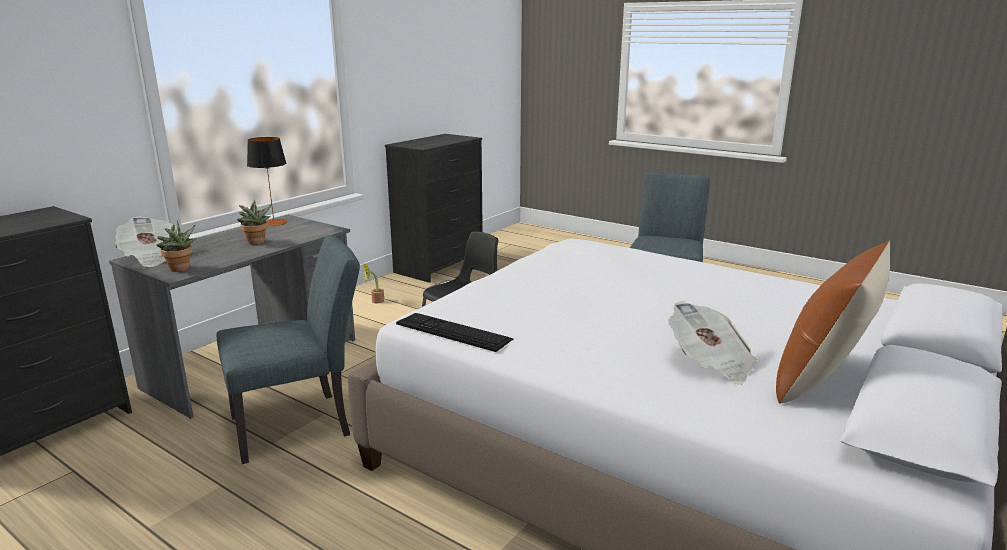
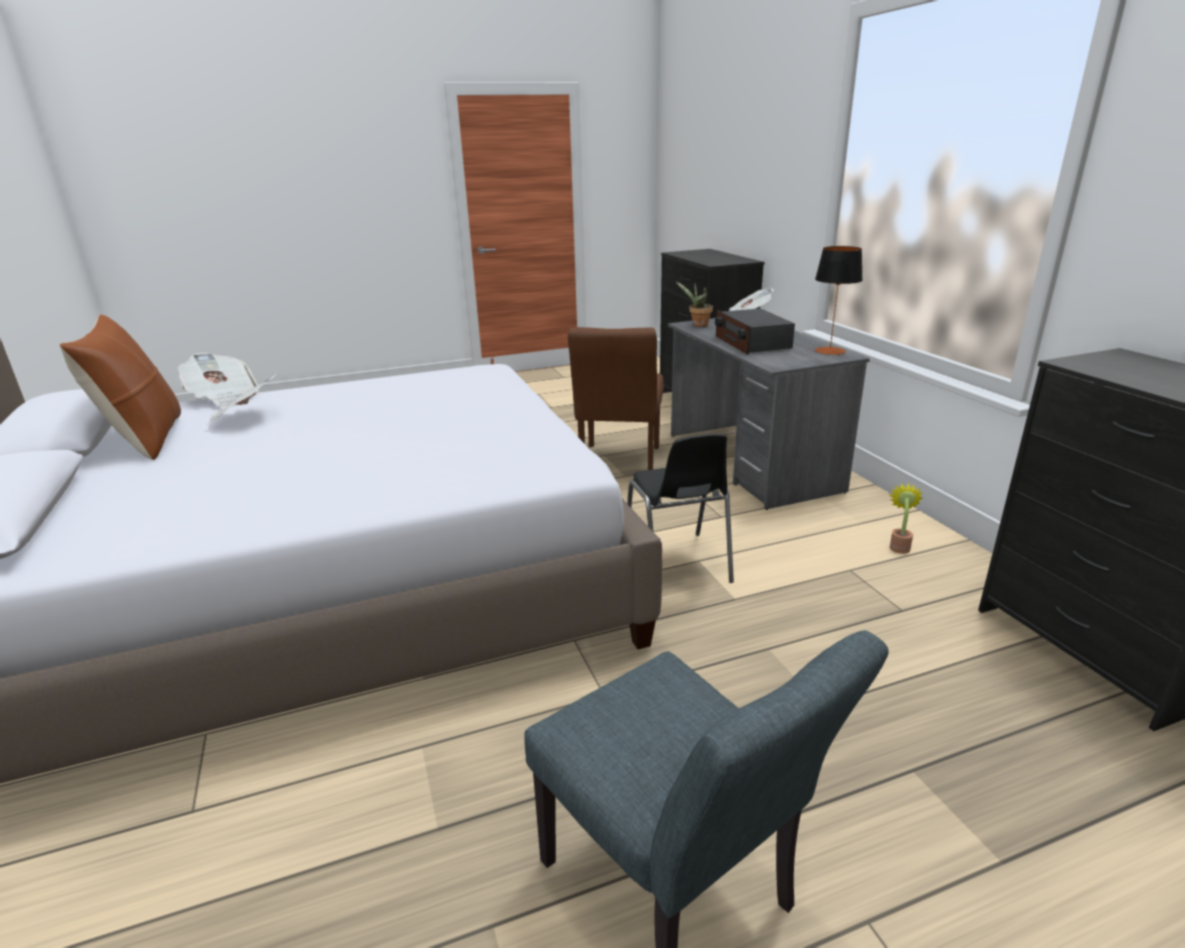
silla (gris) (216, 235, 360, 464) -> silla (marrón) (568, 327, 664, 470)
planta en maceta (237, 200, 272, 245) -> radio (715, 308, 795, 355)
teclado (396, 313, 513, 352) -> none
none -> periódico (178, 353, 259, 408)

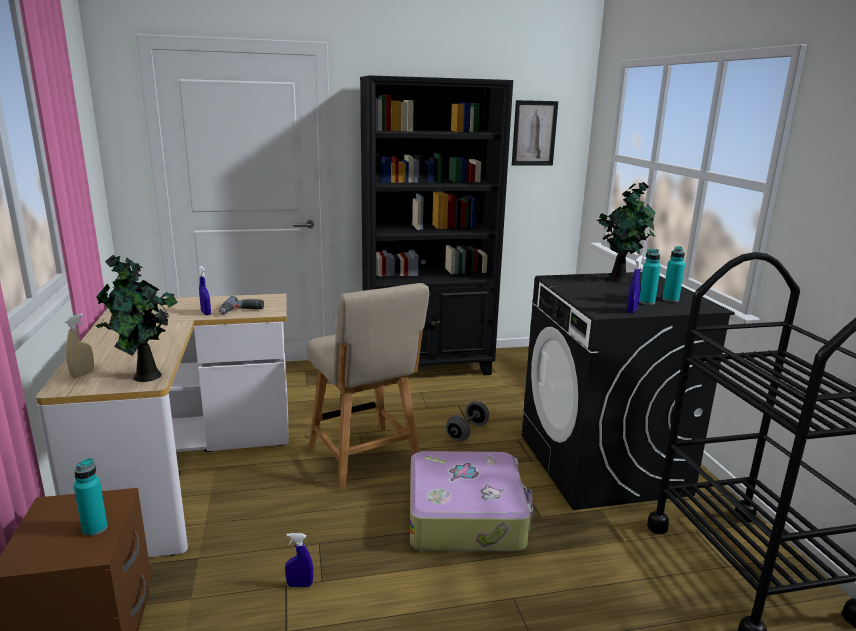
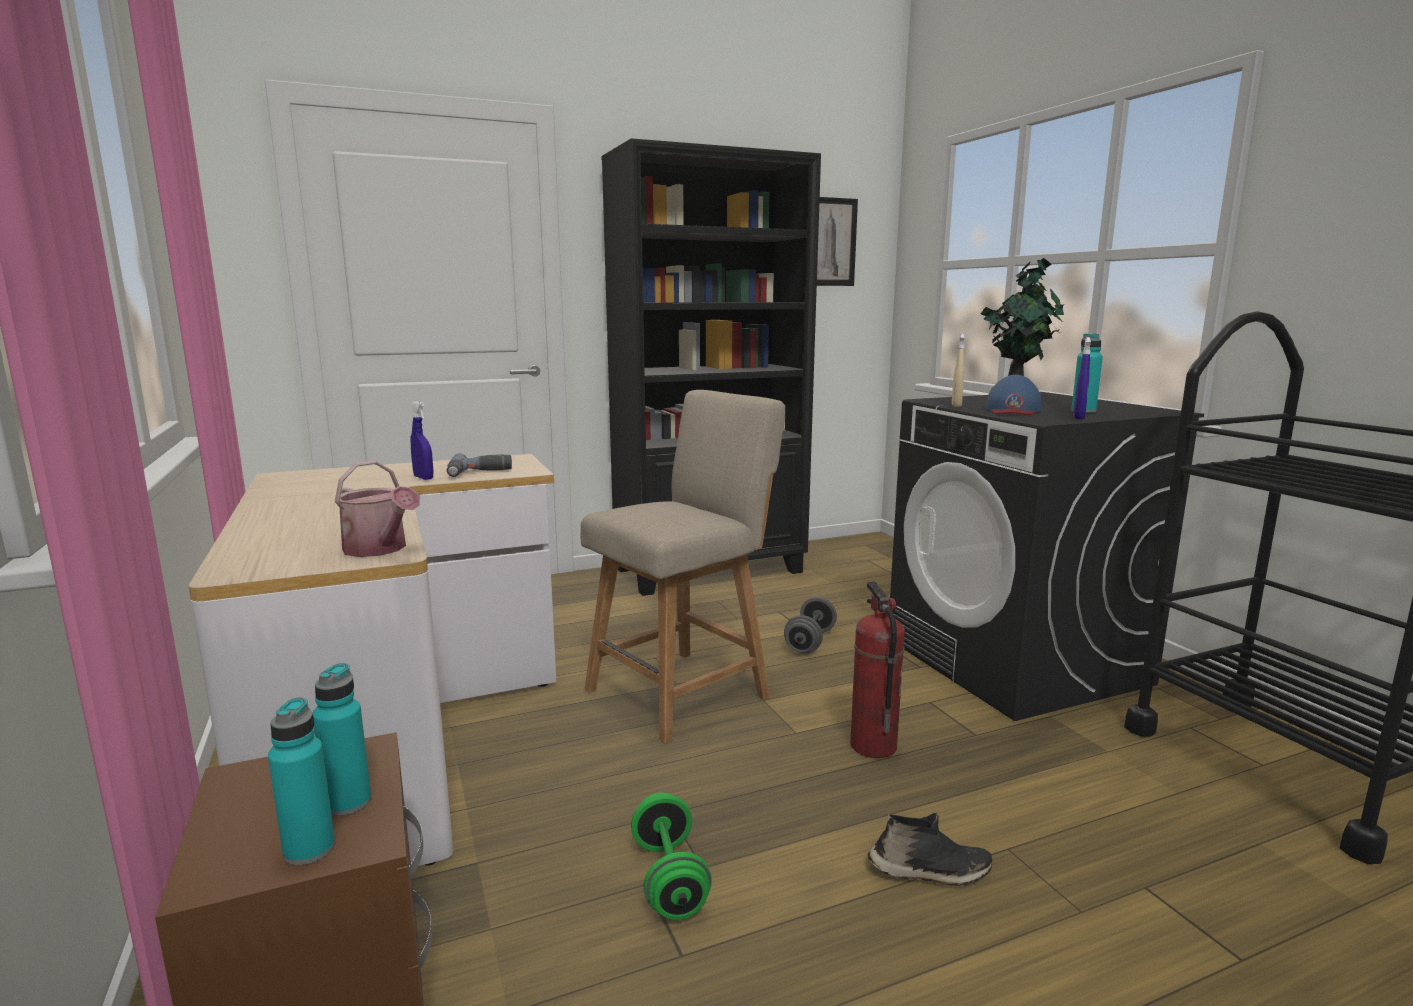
pulverizador (beis) (64, 313, 94, 379) -> pulverizador (beis) (952, 333, 965, 407), moved
planta en maceta (95, 255, 178, 382) -> regadera (335, 461, 420, 557)
pulverizador (azul) (285, 533, 313, 587) -> mancuerna (verde) (631, 793, 712, 920)
silla (beis) (307, 283, 429, 490) -> silla (beis) (581, 390, 786, 743), 90 degrees counterclockwise
maleta (410, 451, 533, 551) -> extintor (850, 581, 905, 758)
botella (turquesa) (662, 246, 685, 302) -> botella (turquesa) (268, 697, 335, 865), moved
none -> zapato (negro) (868, 812, 992, 886)
none -> gorra (azul) (985, 375, 1041, 415)

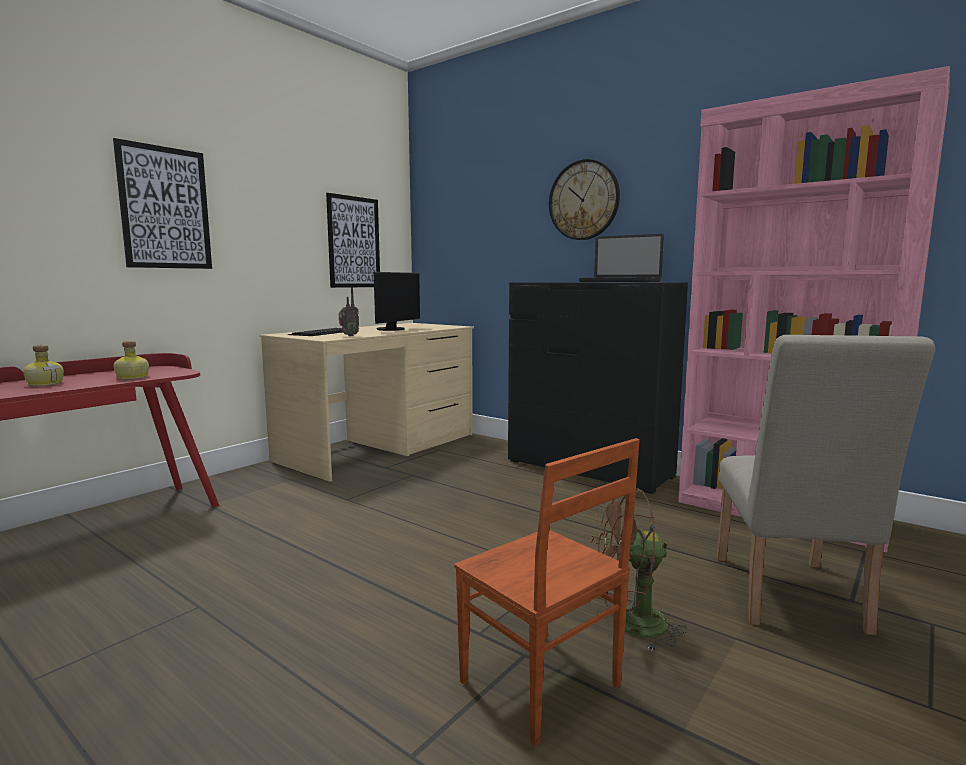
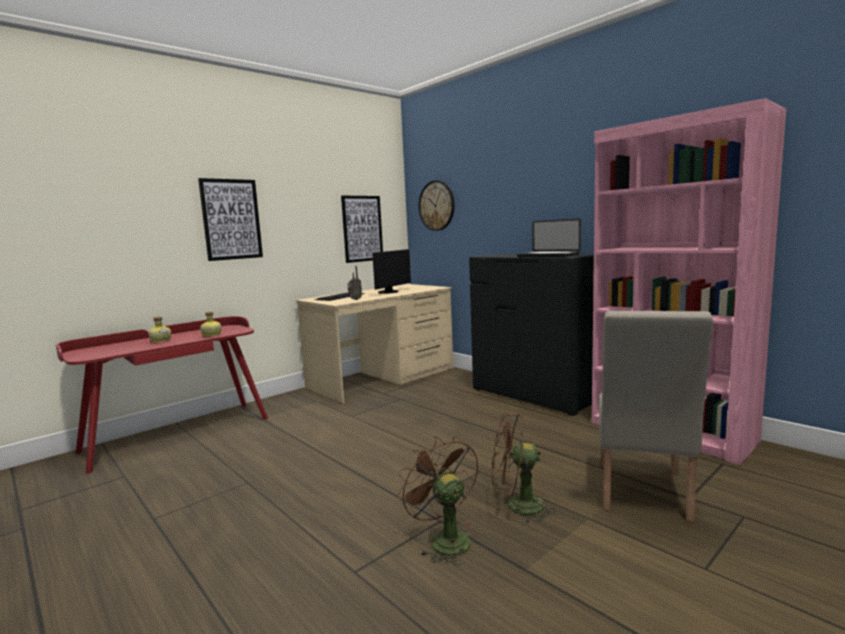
silla (marrón) (454, 438, 640, 746) -> ventilador (marrón) (398, 436, 478, 565)
reloj de pared (549, 159, 620, 240) -> reloj de pared (418, 180, 455, 231), moved

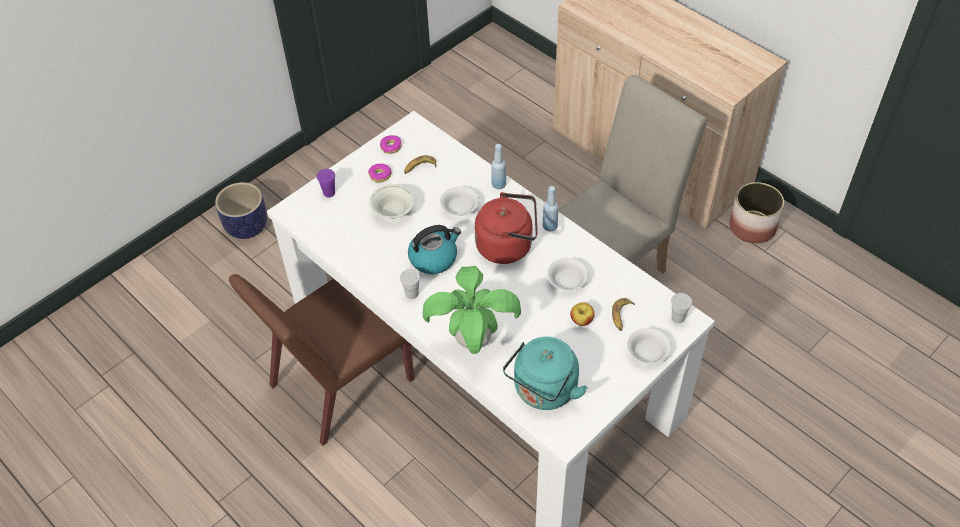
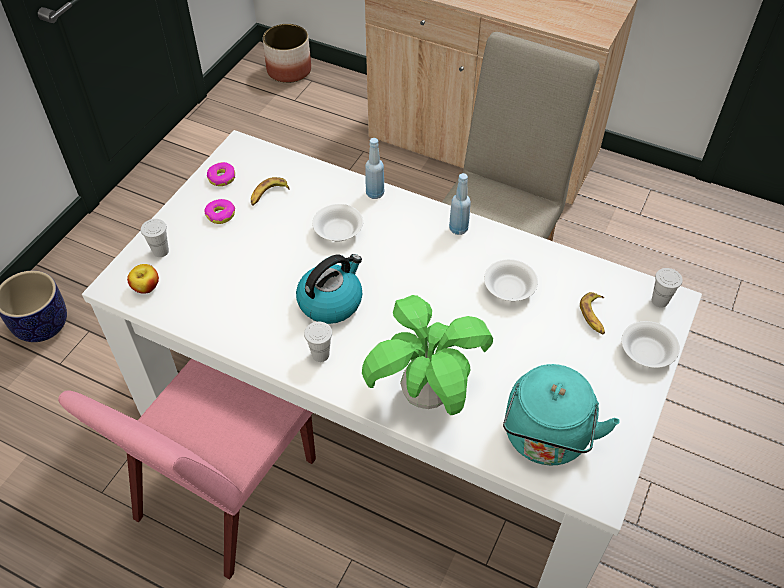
silla (marrón) (229, 274, 414, 446) -> silla (rosa) (58, 359, 316, 580)
taza (morado) (317, 169, 335, 197) -> taza (blanco) (141, 219, 169, 257)
cuenco (blanco) (369, 184, 414, 219) -> none
hervidor (rojo) (474, 192, 538, 264) -> none
manzana (570, 302, 594, 326) -> manzana (127, 264, 159, 294), moved
maceta (729, 182, 784, 243) -> maceta (263, 24, 311, 83), moved

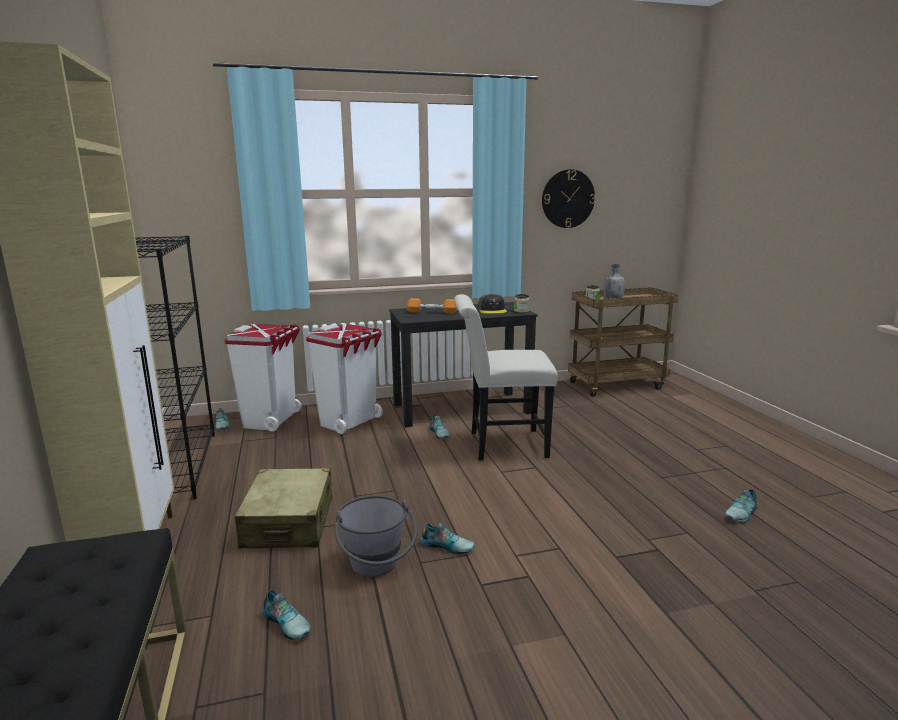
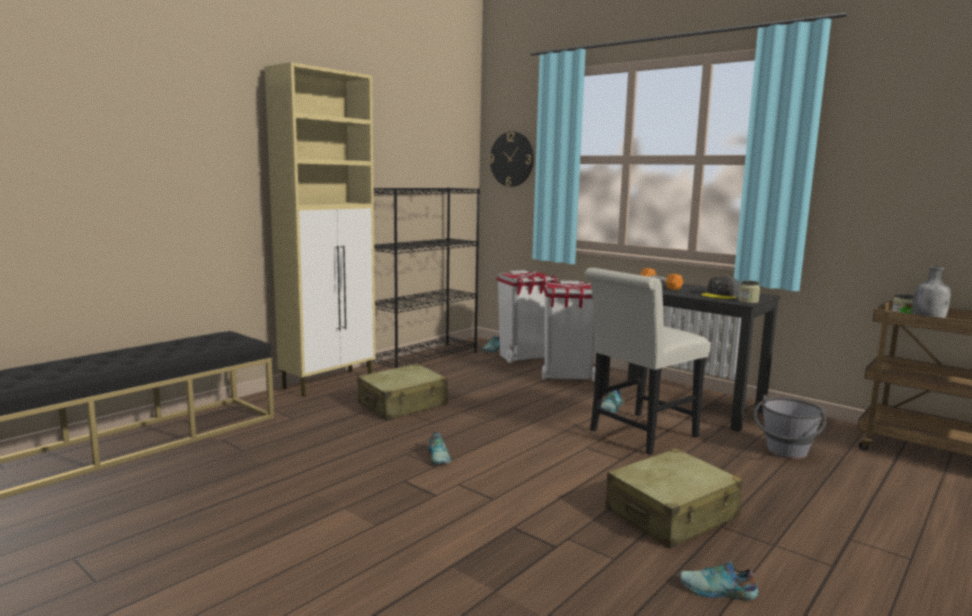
zapato (262, 590, 311, 640) -> none
cubo (gris) (335, 495, 417, 577) -> cubo (gris) (754, 395, 827, 459), moved
silla (blanco) (454, 294, 558, 461) -> silla (blanco) (585, 268, 710, 455), 90 degrees counterclockwise
reloj de pared (542, 169, 595, 228) -> reloj de pared (489, 131, 534, 187), moved
none -> maleta (beis) (605, 448, 743, 548)

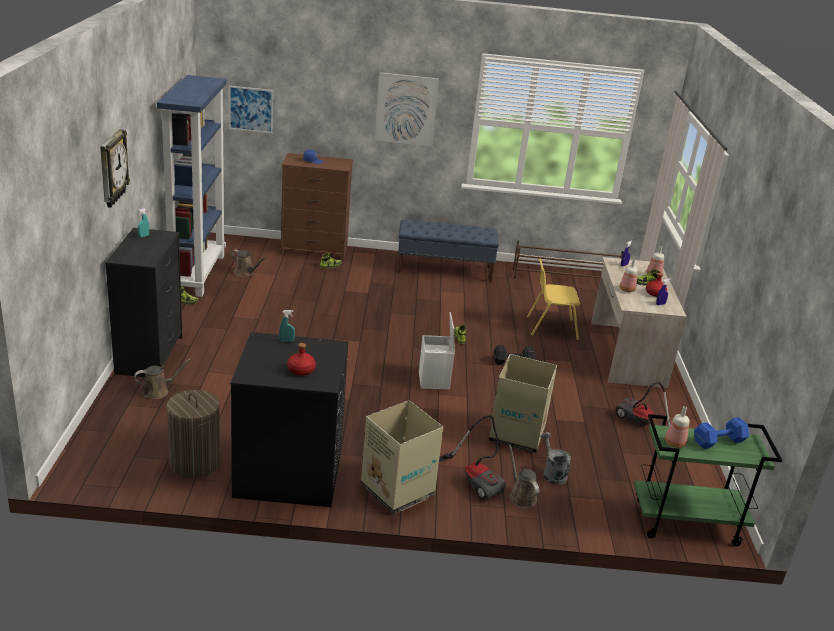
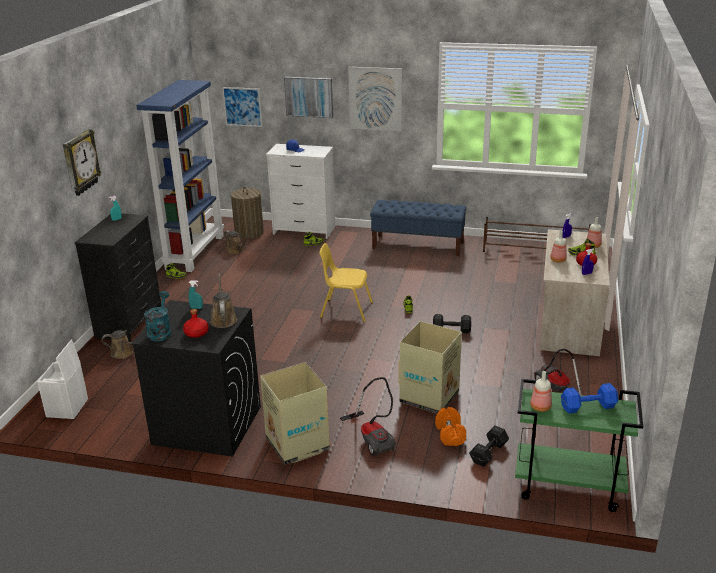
cesto de la ropa (166, 390, 220, 478) -> cesto de la ropa (231, 187, 264, 239), moved
cómoda (marrón) (281, 153, 353, 261) -> cómoda (blanco) (266, 144, 335, 239)
caja de almacenaje (blanco) (419, 312, 455, 390) -> caja de almacenaje (blanco) (37, 339, 88, 419), moved
regadera (marrón) (509, 445, 539, 508) -> regadera (marrón) (210, 273, 237, 328), moved
silla (amarillo) (527, 259, 580, 340) -> silla (amarillo) (319, 243, 373, 322), moved
regadera (gris) (541, 432, 571, 485) -> mancuerna (naranja) (435, 407, 466, 446)
none -> regadera (turquesa) (144, 291, 171, 341)
none -> cuadro (284, 77, 333, 118)
none -> mancuerna (negro) (469, 426, 509, 467)

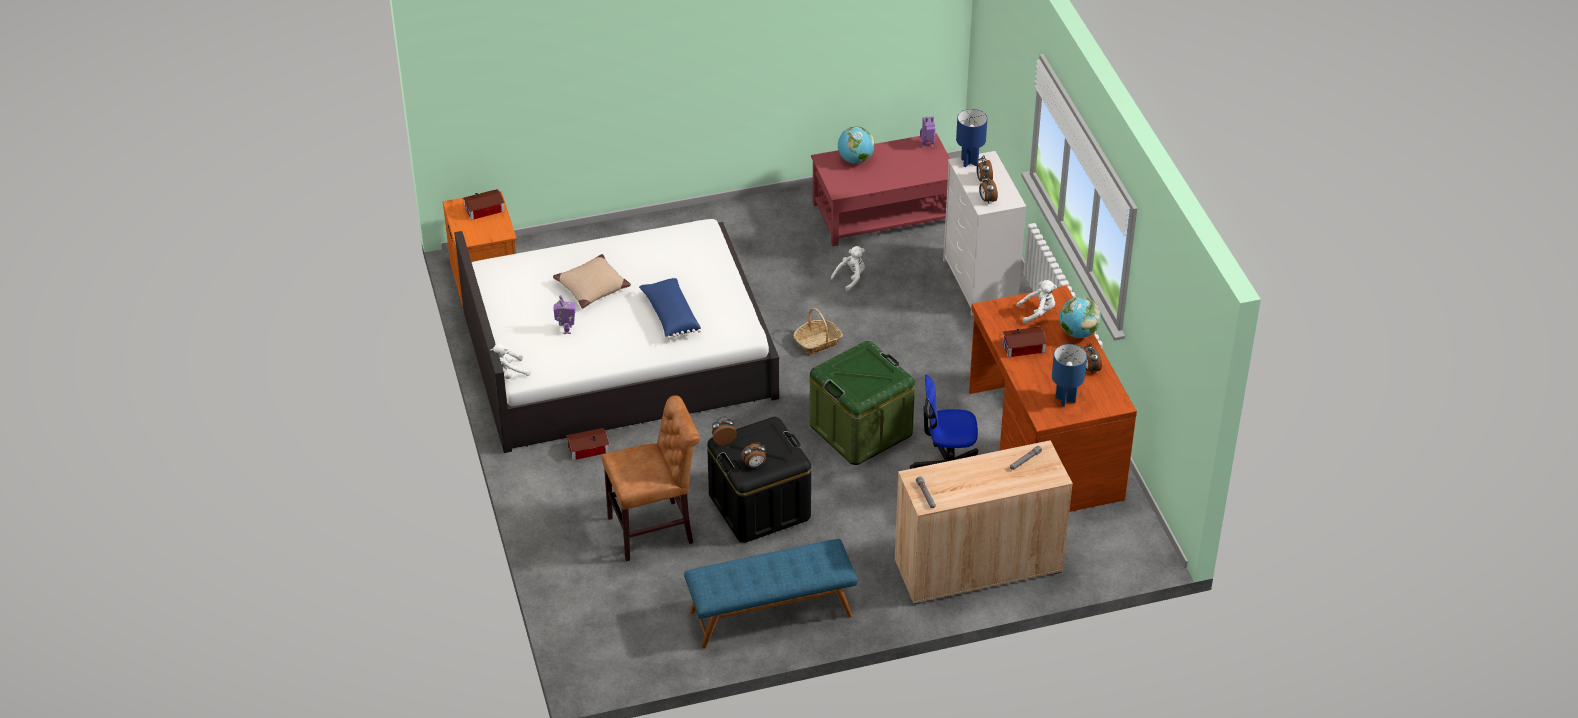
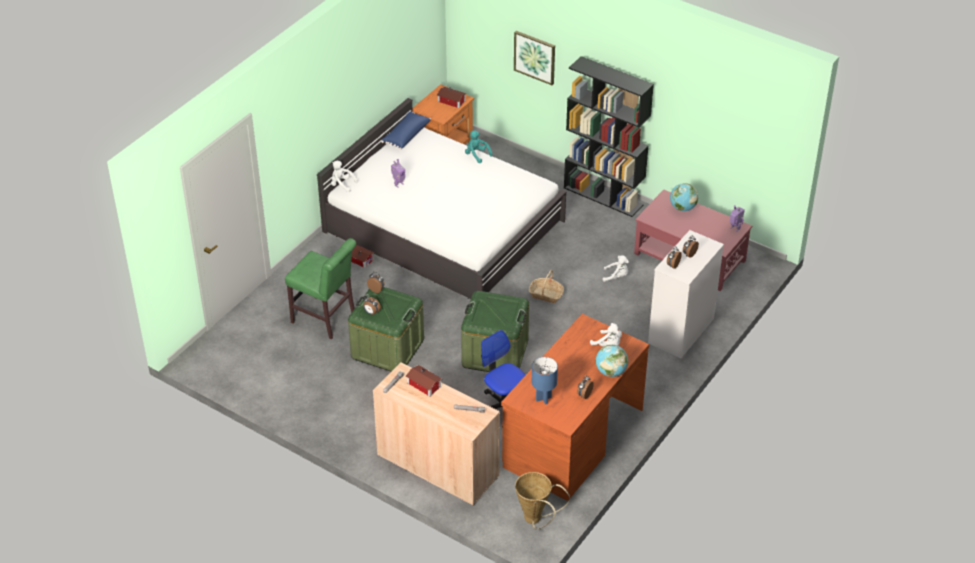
cojín (beis) (553, 254, 631, 308) -> none
silla (marrón) (602, 395, 700, 561) -> silla (verde) (285, 238, 356, 339)
cojín (azul) (639, 277, 701, 339) -> cojín (azul) (381, 111, 431, 150), moved
banco (azul) (684, 539, 858, 649) -> none
caja de almacenaje (negro) (707, 417, 811, 543) -> caja de almacenaje (verde) (348, 287, 424, 372)
lámpara de mesa (azul) (956, 109, 987, 167) -> none
casita (1002, 327, 1047, 357) -> casita (406, 365, 442, 397), moved
none -> peluche (turquesa) (465, 131, 493, 163)
none -> cuadro (514, 31, 555, 85)
none -> cesta (515, 472, 570, 529)
none -> estantería (negro) (564, 56, 654, 217)

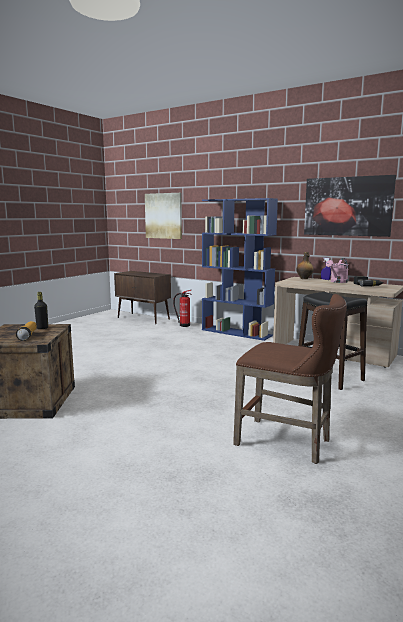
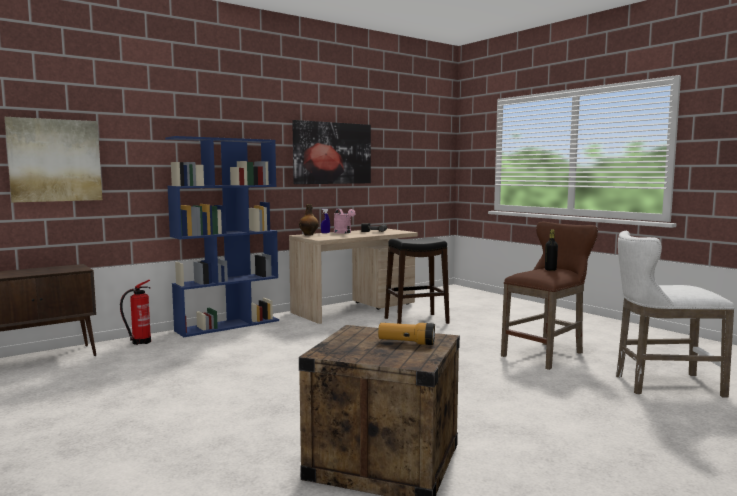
botella (negro) (34, 292, 48, 329) -> botella (negro) (545, 229, 558, 271), moved
none -> taburete (blanco) (616, 231, 735, 398)

